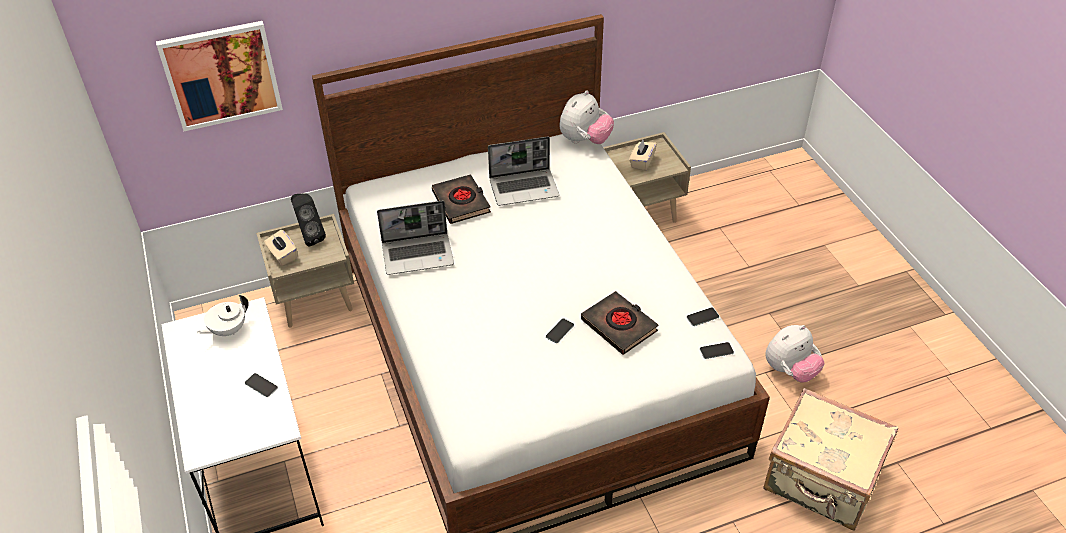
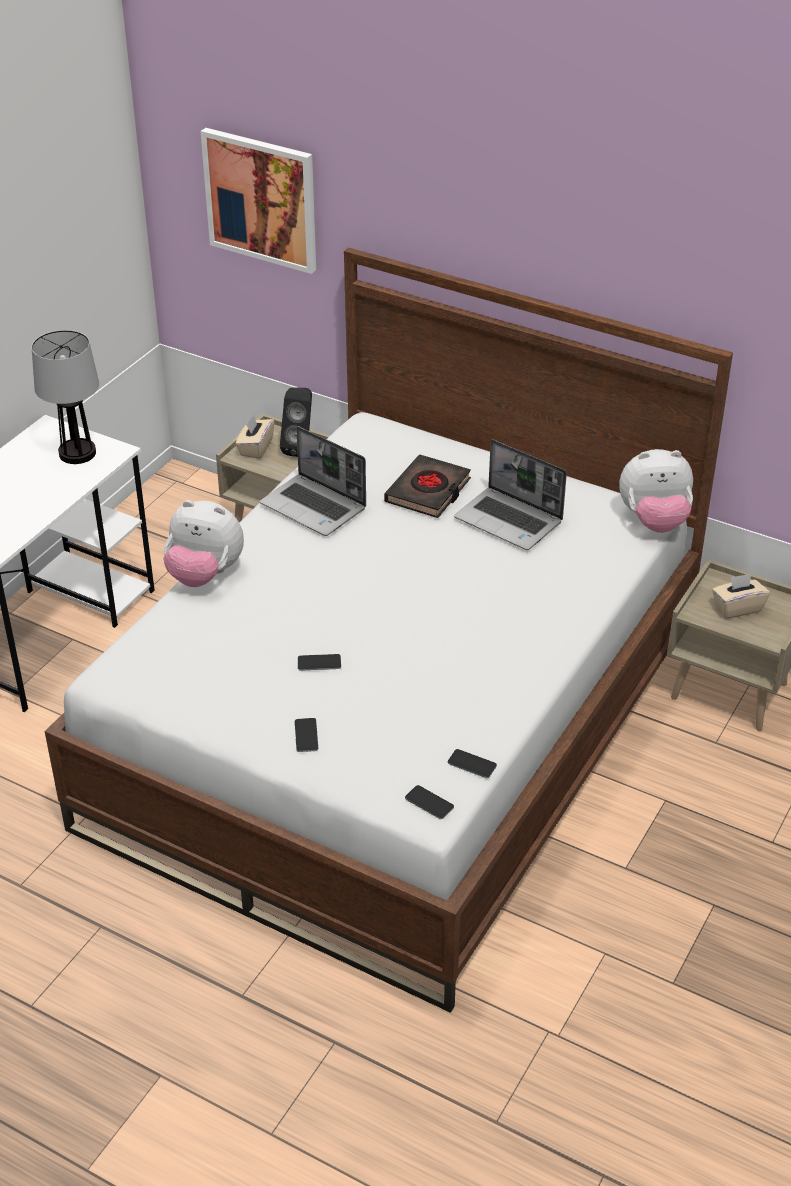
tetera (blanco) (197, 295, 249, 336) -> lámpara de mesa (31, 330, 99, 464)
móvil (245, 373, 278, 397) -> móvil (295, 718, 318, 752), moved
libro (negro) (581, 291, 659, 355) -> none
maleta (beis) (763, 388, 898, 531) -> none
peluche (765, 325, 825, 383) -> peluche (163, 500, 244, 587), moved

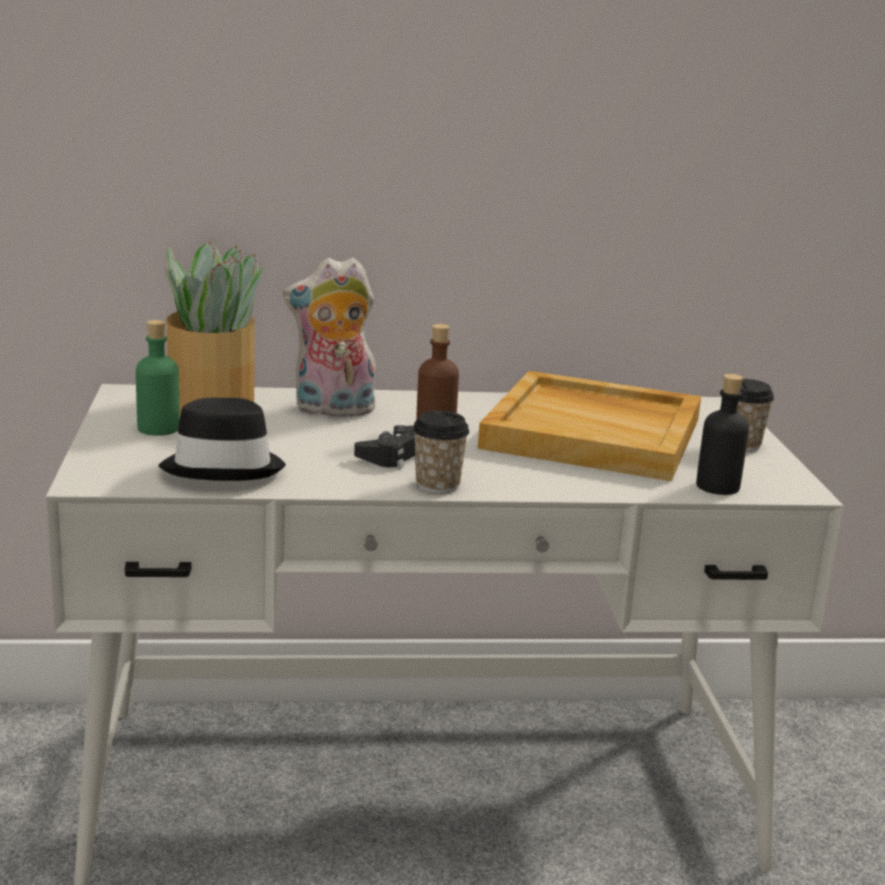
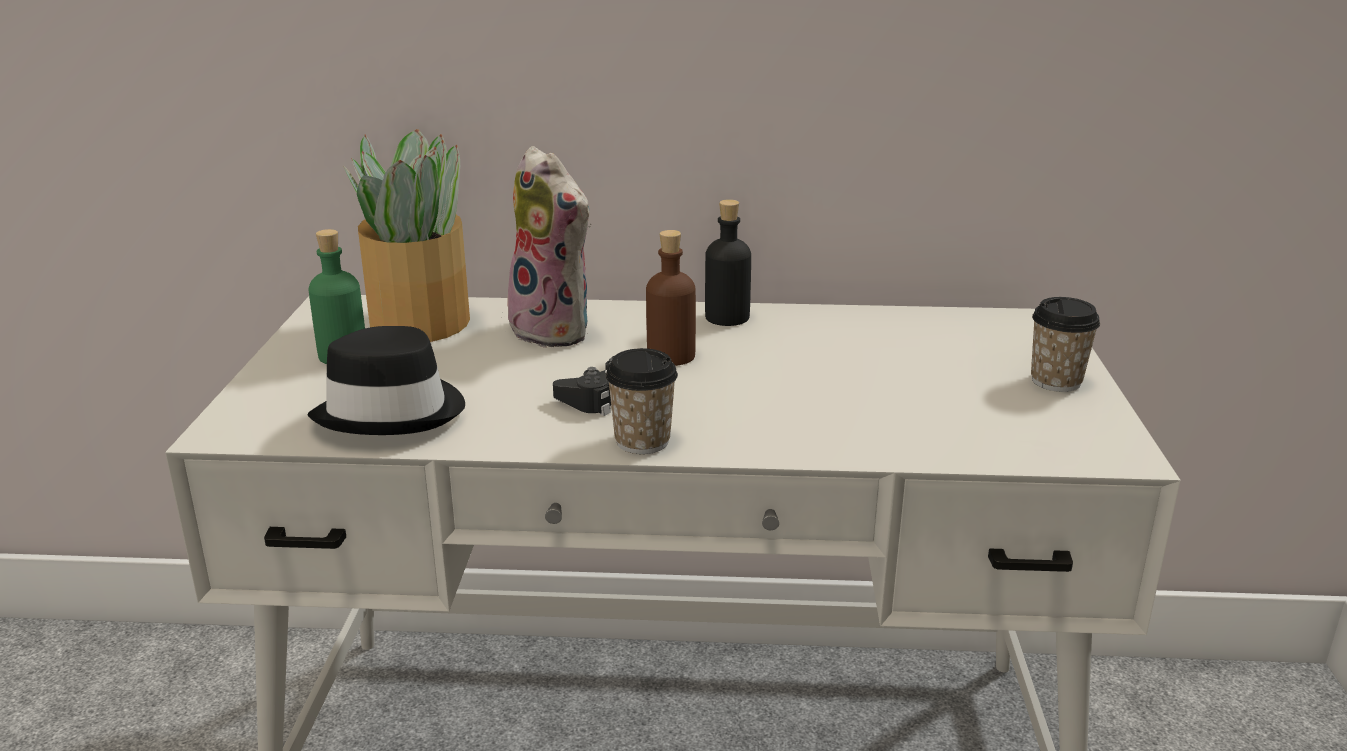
peluche (283, 258, 376, 417) -> peluche (501, 146, 591, 348), 135 degrees counterclockwise
bandeja (beis) (478, 371, 701, 481) -> none
botella (negro) (696, 374, 749, 495) -> botella (negro) (705, 199, 751, 326), moved

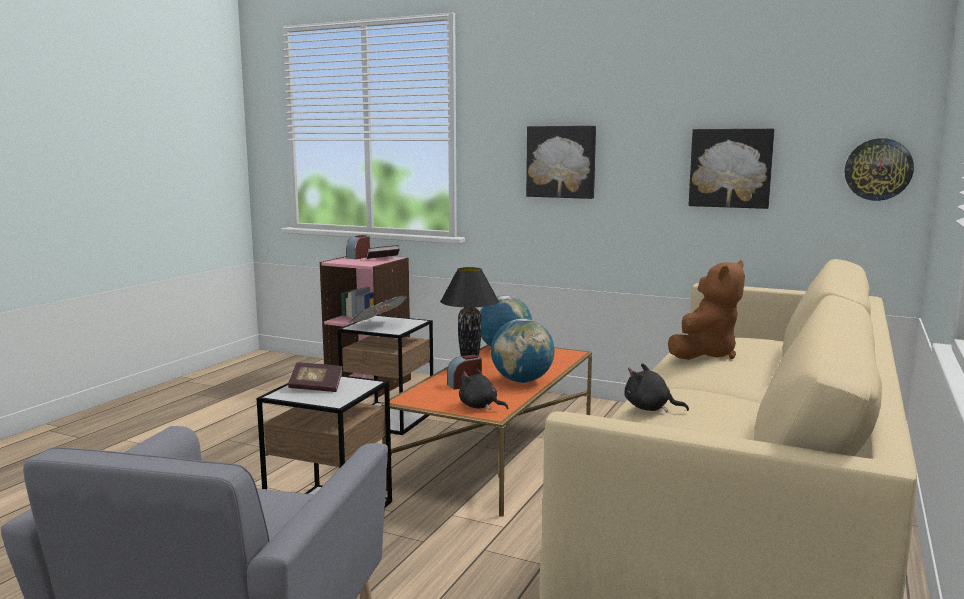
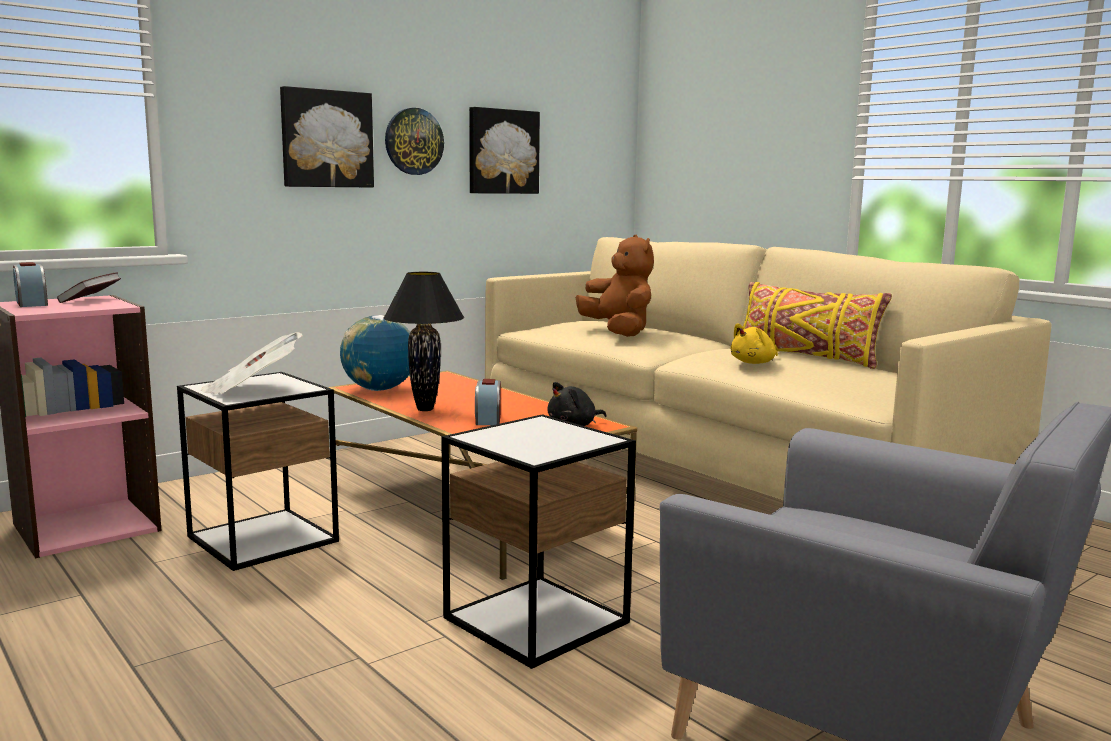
libro (288, 362, 343, 392) -> none
globo terráqueo (491, 319, 555, 383) -> none
peluche (negro) (624, 363, 689, 412) -> peluche (amarillo) (731, 323, 778, 364)
reloj de pared (845, 138, 914, 201) -> reloj de pared (385, 108, 444, 175), moved
none -> cojín (amarillo) (743, 282, 892, 369)

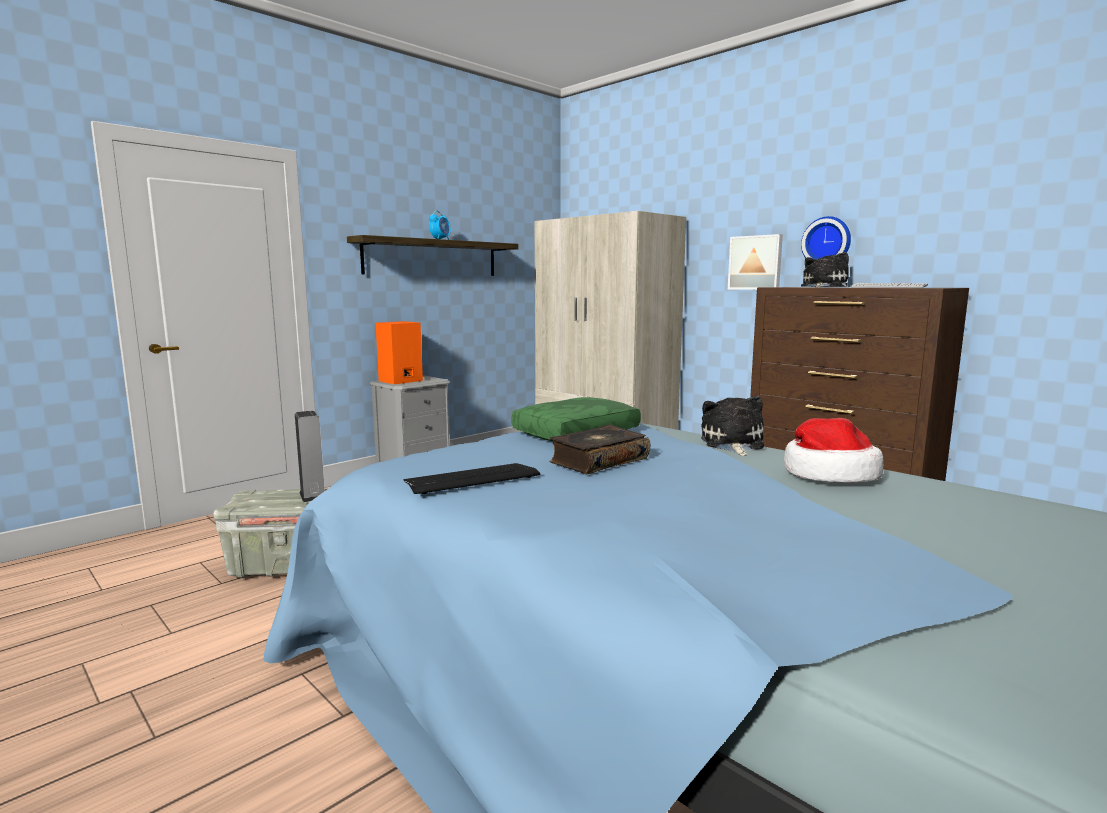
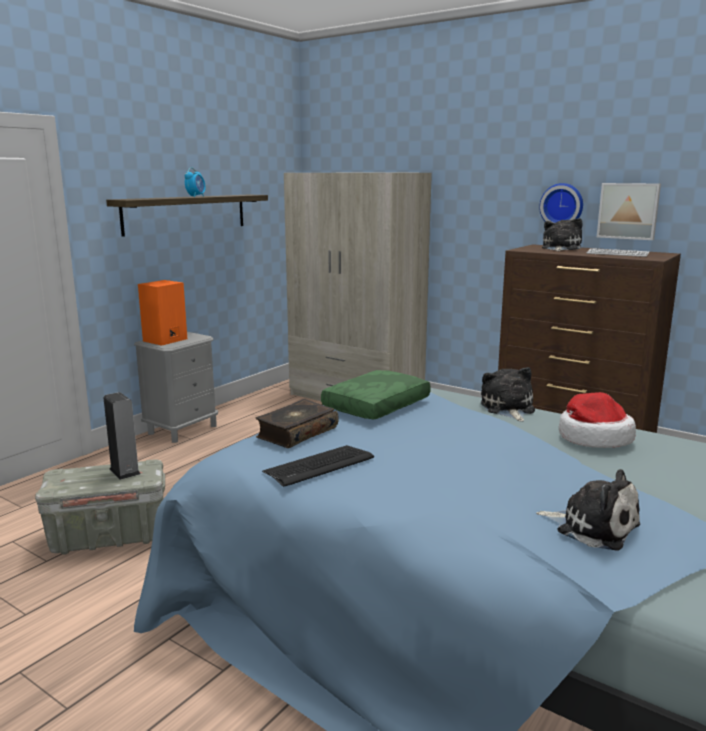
libro (549, 424, 650, 474) -> libro (256, 399, 339, 448), moved
cuadro (728, 234, 783, 290) -> cuadro (597, 183, 661, 240), moved
none -> peluche (536, 469, 640, 551)

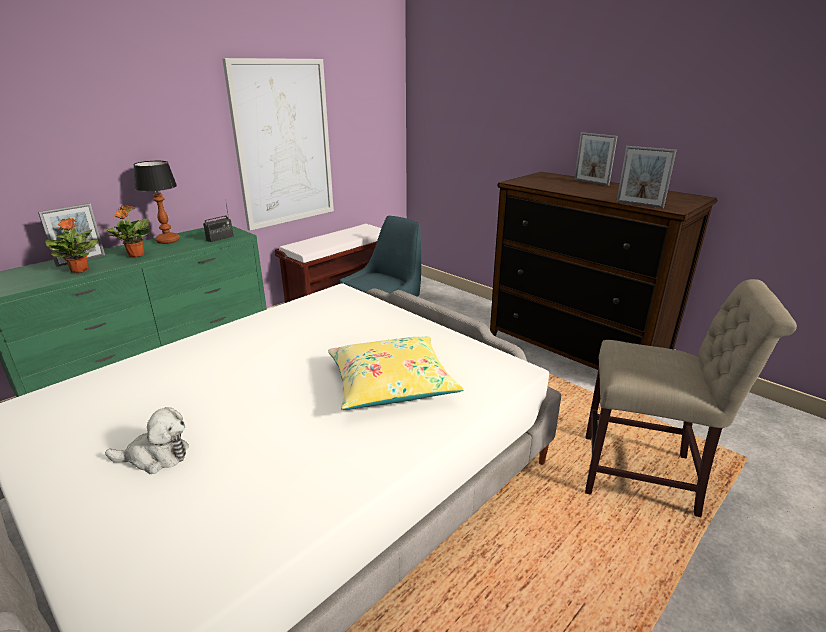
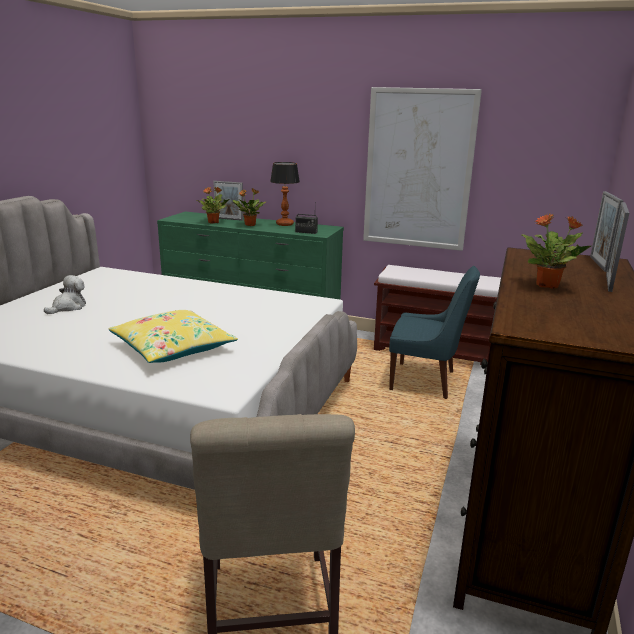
peluche (105, 407, 189, 474) -> peluche (44, 275, 86, 314), 120 degrees counterclockwise
portarretratos (616, 146, 677, 208) -> portarretratos (590, 191, 623, 272), moved
none -> planta en maceta (522, 214, 591, 289)

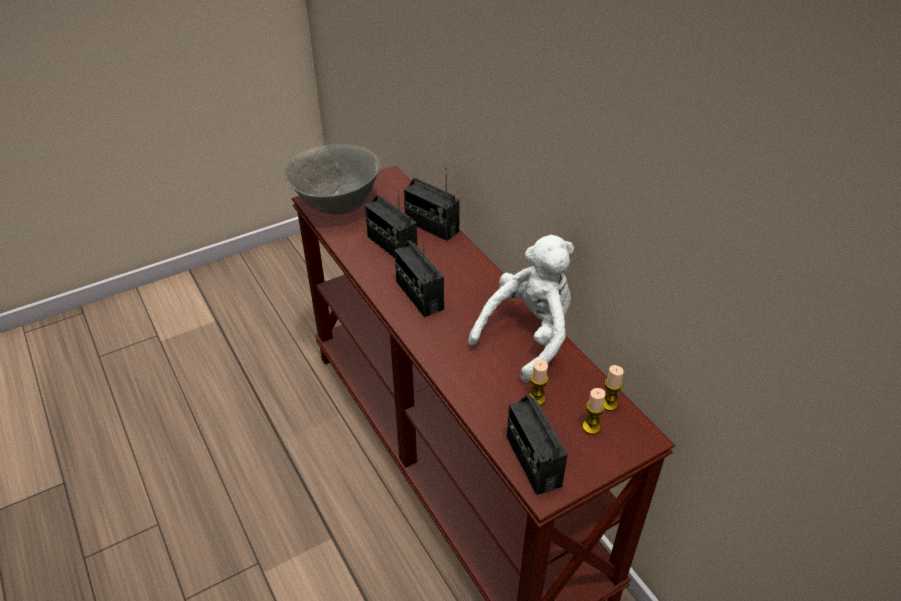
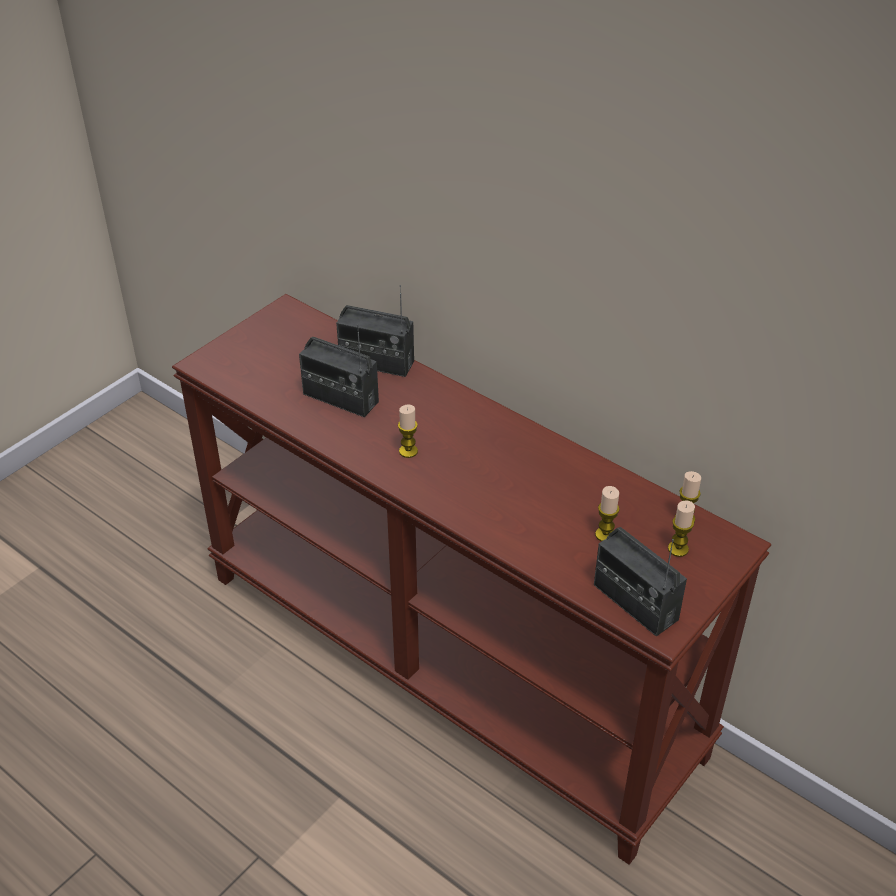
cuenco (gris) (283, 144, 380, 215) -> none
radio (394, 240, 444, 317) -> vela (398, 405, 418, 458)
peluche (blanco) (468, 235, 574, 382) -> none

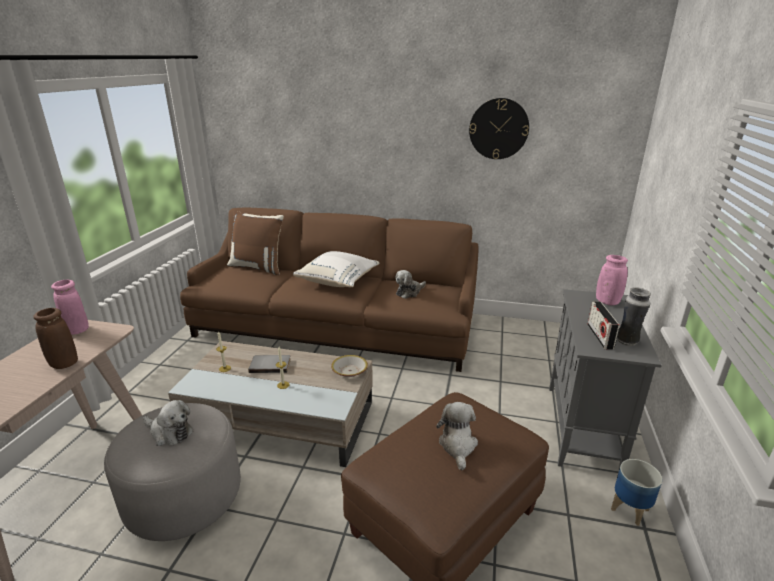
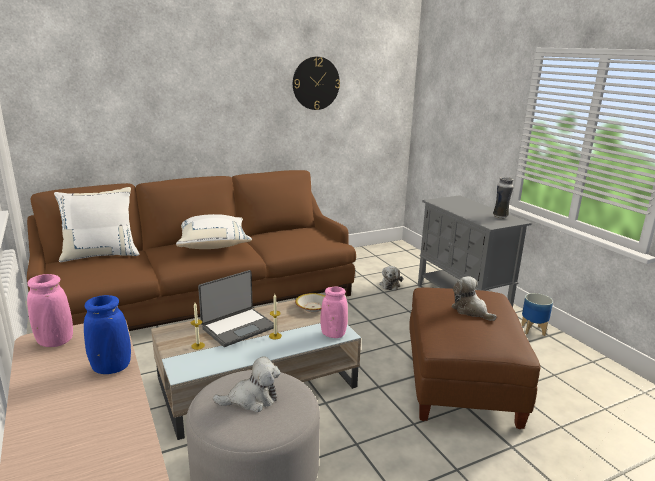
florero (marrón) (33, 308, 78, 369) -> florero (azul) (84, 295, 131, 374)
cojín (marrón) (227, 210, 284, 275) -> cojín (blanco) (54, 187, 139, 262)
libro (gris) (248, 355, 291, 373) -> portátil (198, 270, 274, 347)
peluche (395, 270, 426, 299) -> peluche (379, 266, 403, 290), moved
radio (587, 301, 620, 349) -> none
florero (rosa) (596, 255, 628, 305) -> florero (rosa) (320, 287, 348, 338), moved

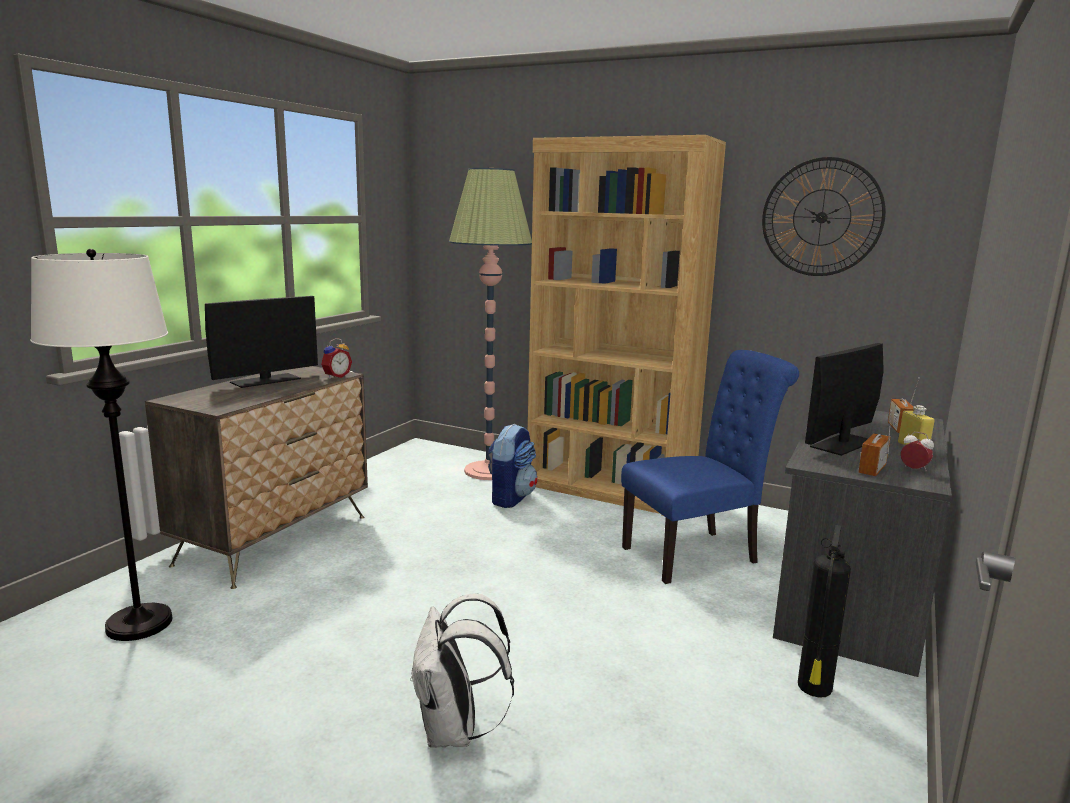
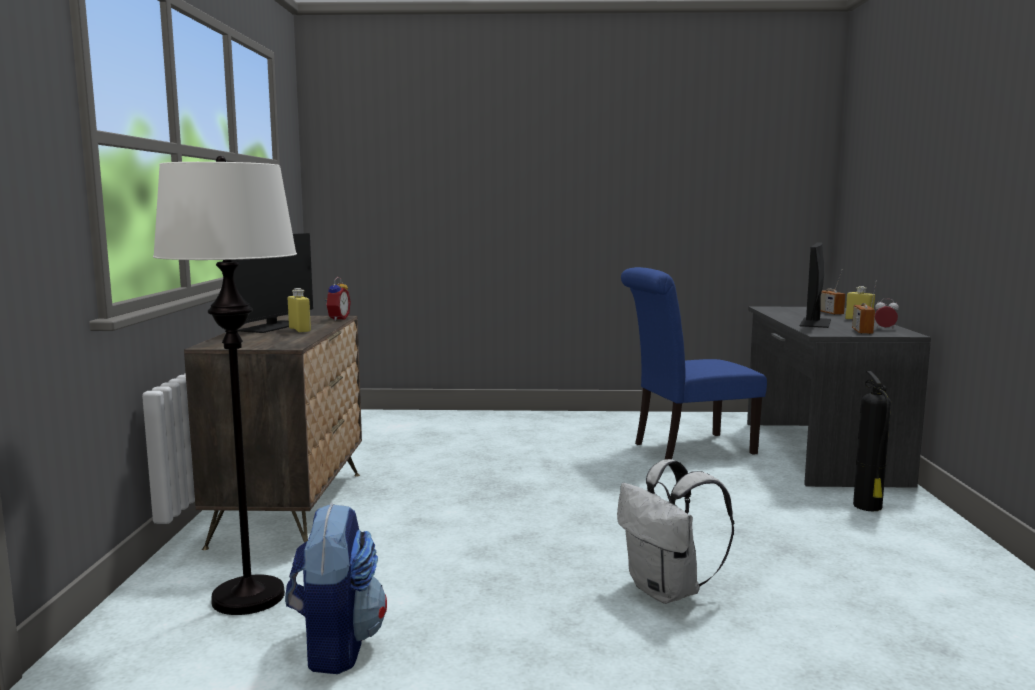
lámpara de pie (449, 168, 532, 480) -> none
mochila (488, 424, 538, 508) -> mochila (285, 503, 387, 674), moved
estantería (marrón) (528, 135, 726, 516) -> none
silla (azul) (621, 350, 799, 584) -> silla (azul) (621, 267, 767, 460), 150 degrees counterclockwise
reloj de pared (762, 157, 886, 276) -> none
none -> botella (amarillo) (288, 288, 311, 333)

